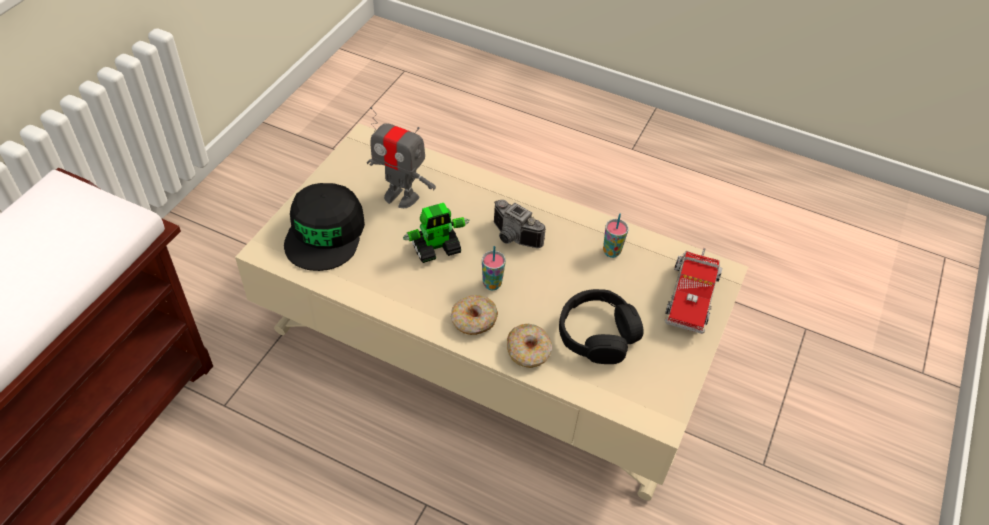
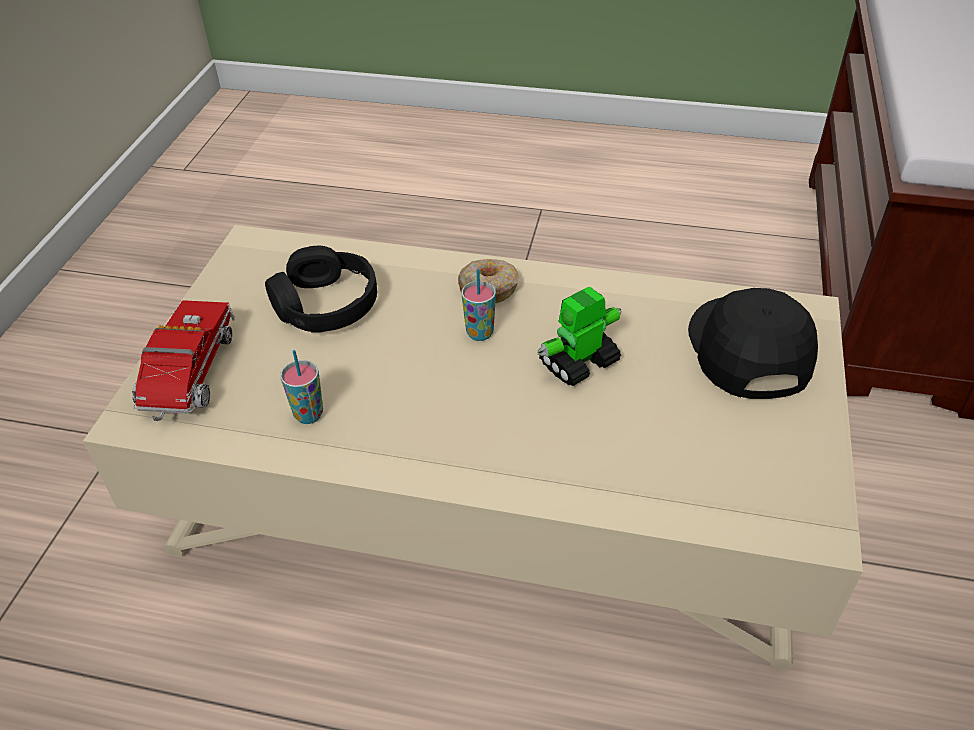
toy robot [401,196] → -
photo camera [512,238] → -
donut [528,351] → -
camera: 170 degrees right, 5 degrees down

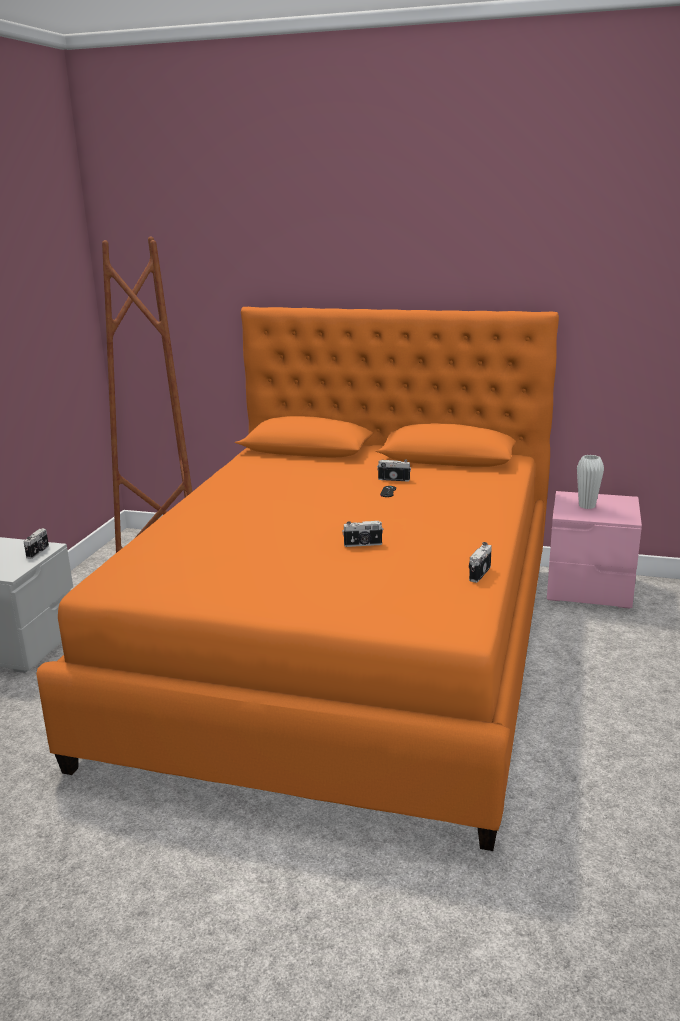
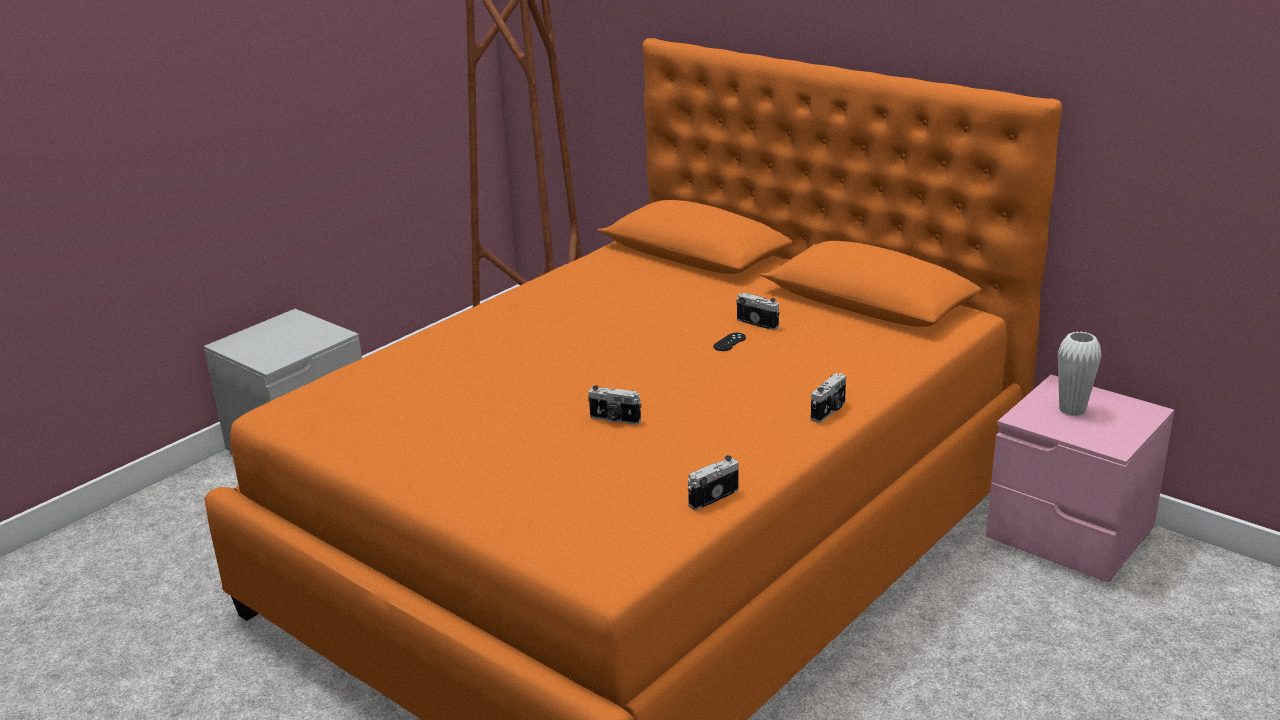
photo camera [39,552] → photo camera [829,411], moved
camera: 25 degrees right, 5 degrees up

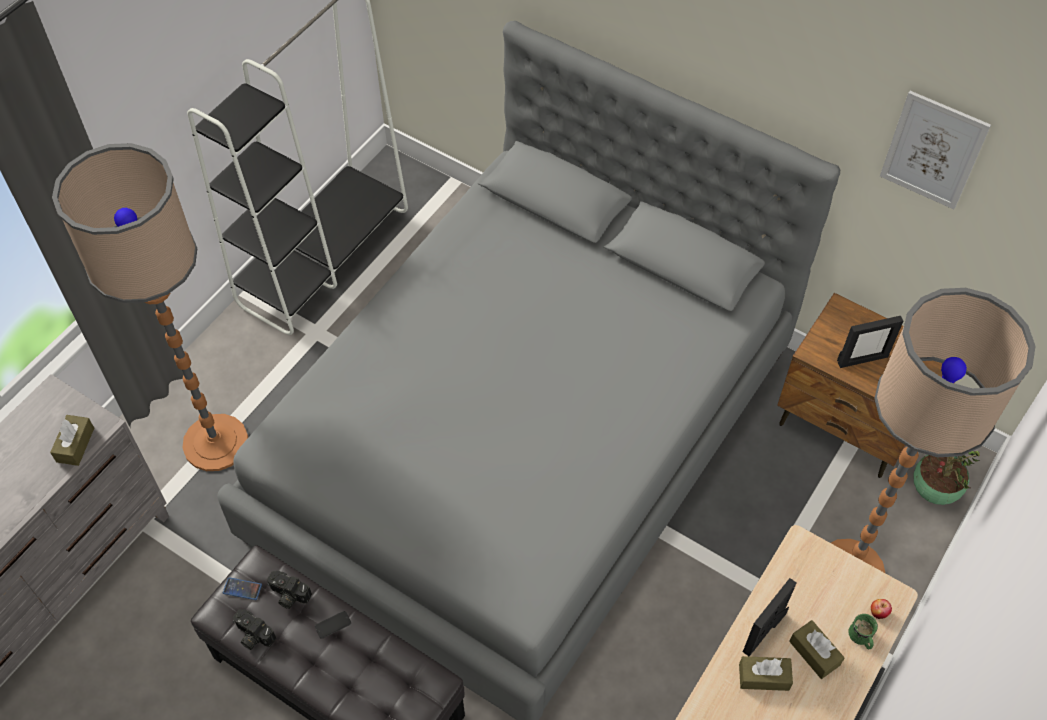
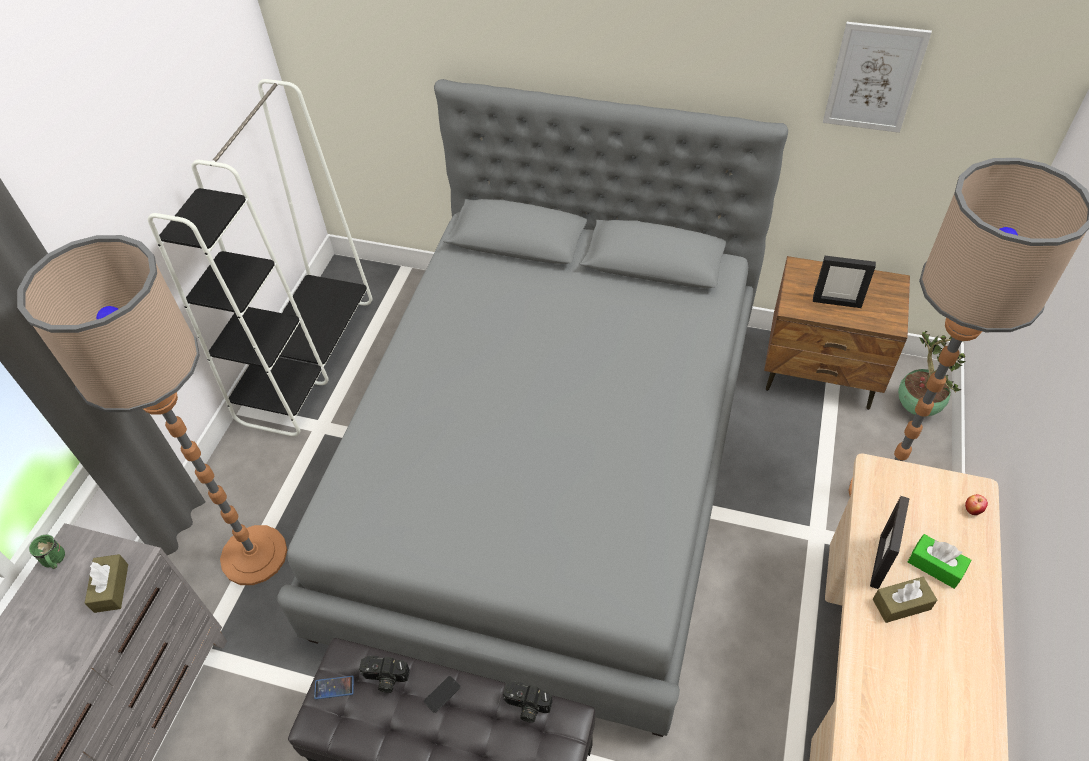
mug in green [861,638] → mug in green [54,561], moved
photo camera [252,635] → photo camera [526,707], moved
picture frame [862,359] → picture frame [837,302], 45 degrees clockwise
tissue box in brown [814,653] → tissue box in green [935,566]
camera: 15 degrees left, 5 degrees down

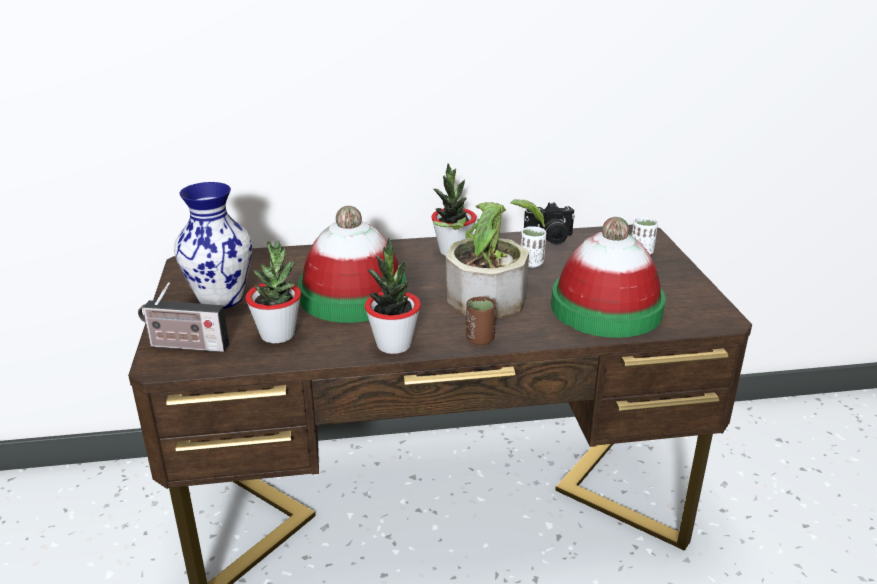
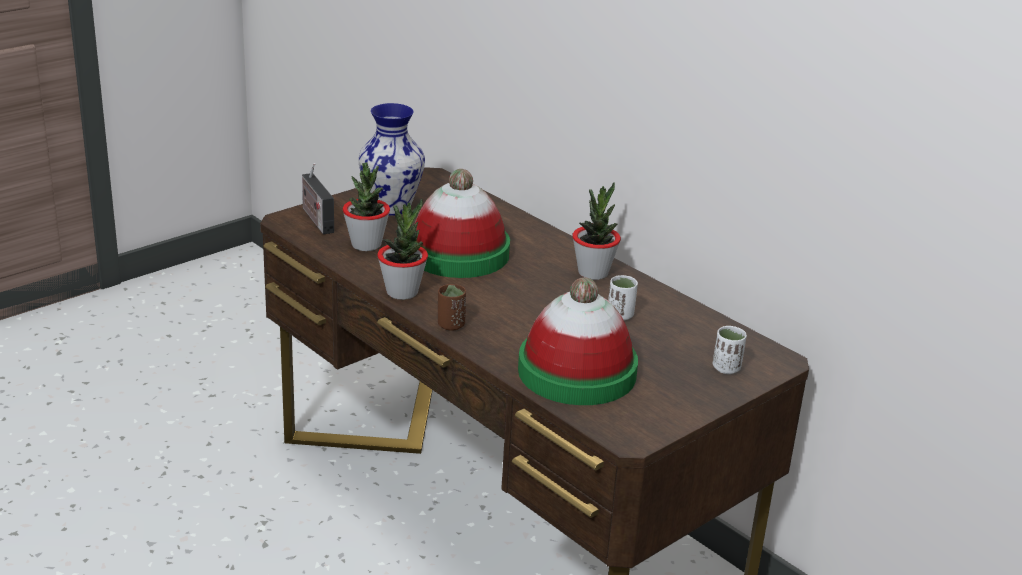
potted plant [487,293] → -
photo camera [549,238] → -
camera: 55 degrees right, 0 degrees up

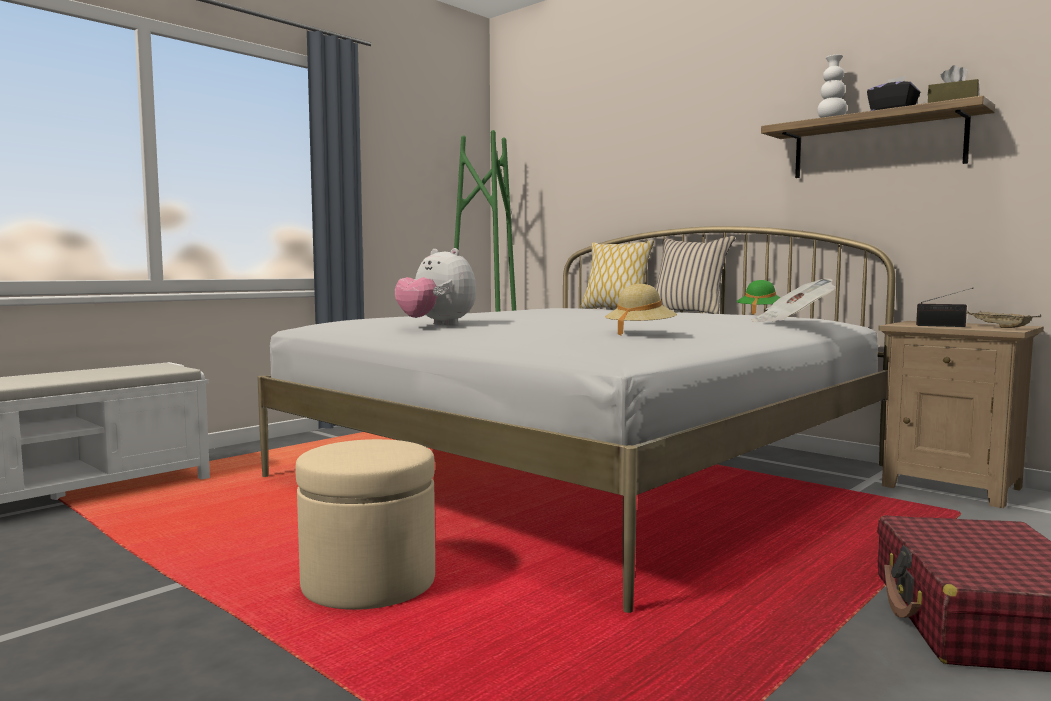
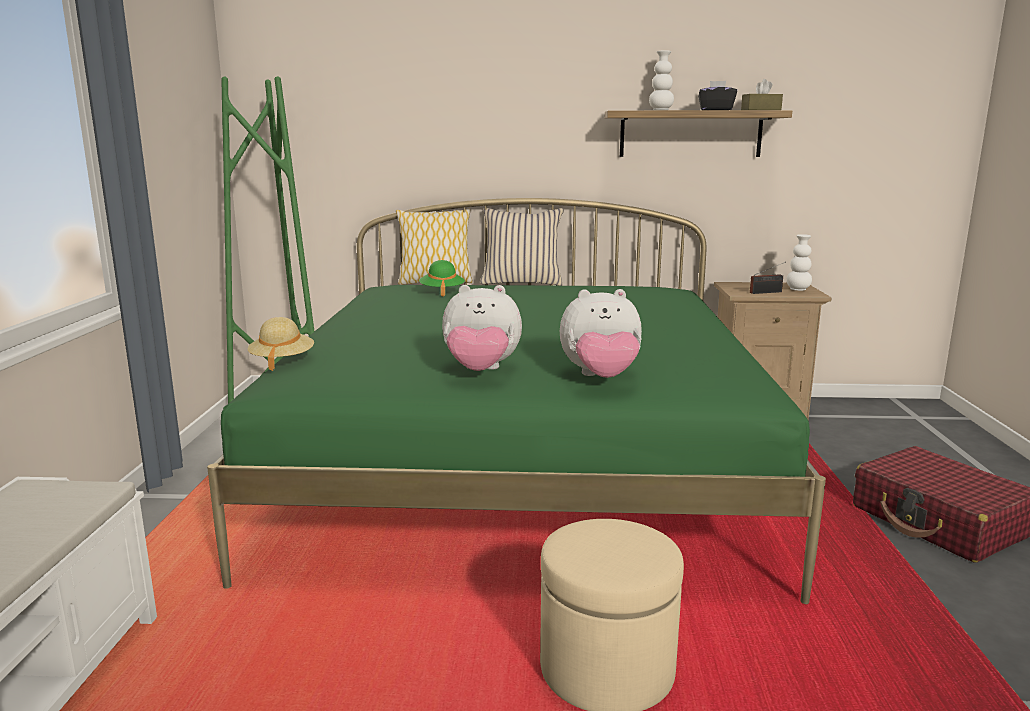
bed in white [584,471] → bed in green [523,467]
hat in beige [640,333] → hat in beige [282,361], moved
hat in green [760,313] → hat in green [442,292], moved
- → plush toy [601,377]
tray in beige [999,327] → vase in white [798,289]
newspaper [792,322] → -
camera: 40 degrees left, 10 degrees up

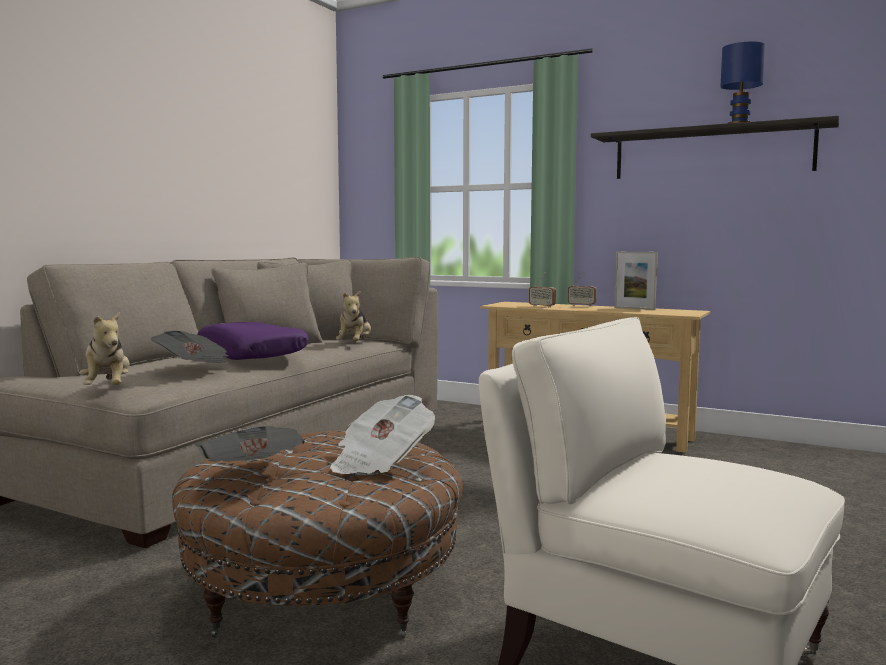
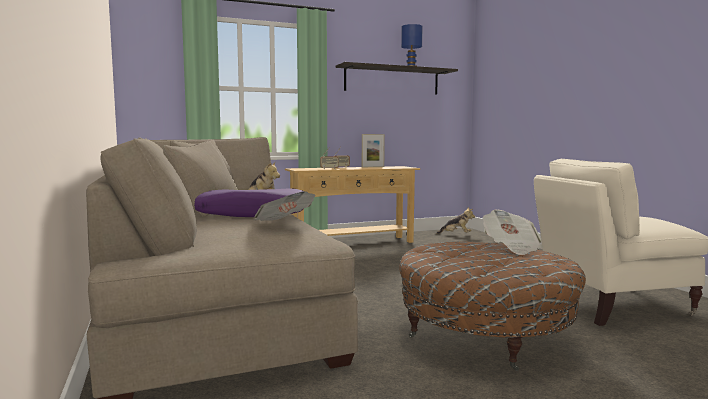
plush toy [108,389] → plush toy [456,235], moved
newspaper [252,474] → -
camera: 50 degrees left, 0 degrees up

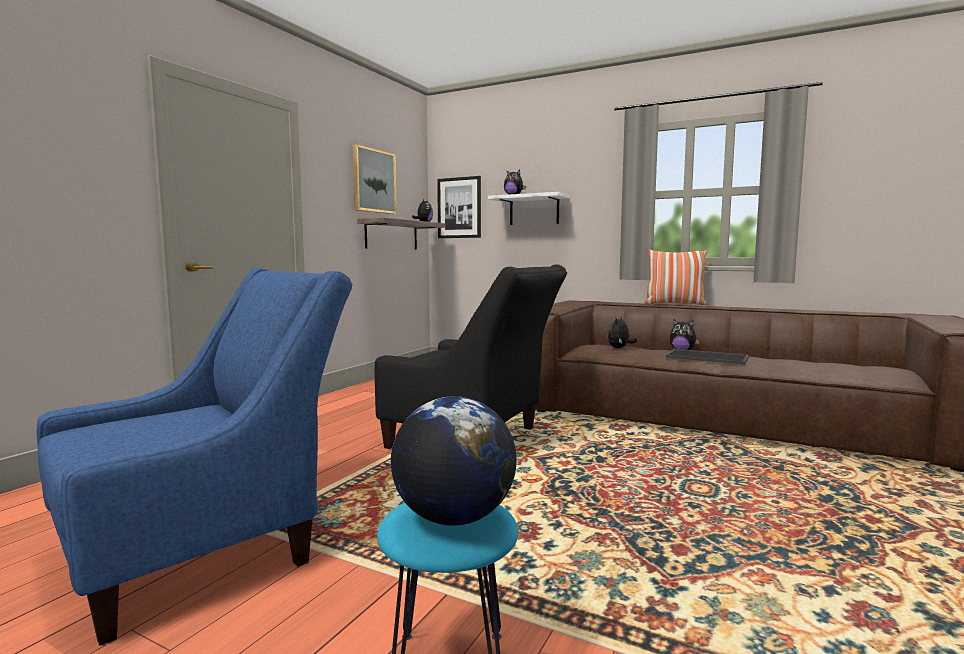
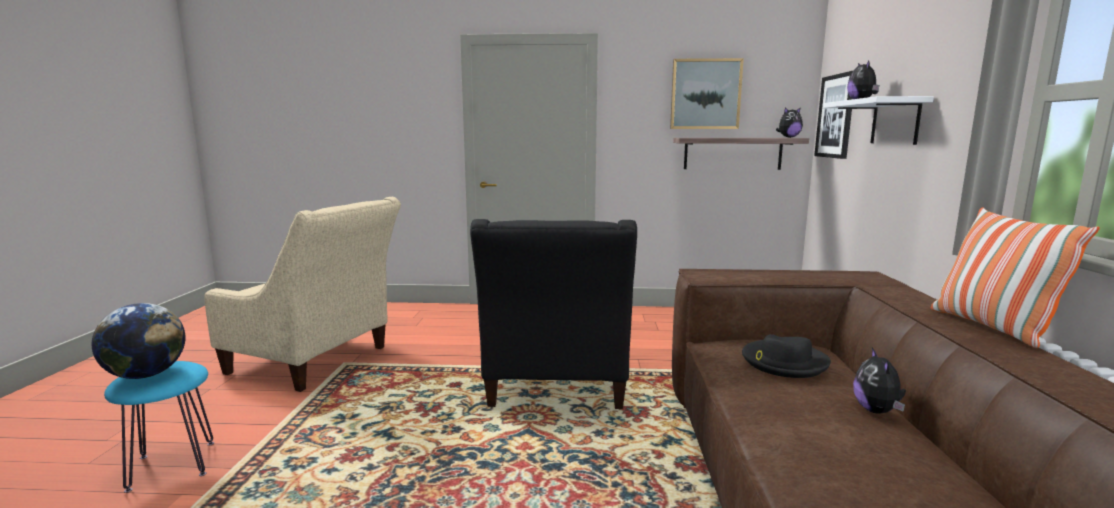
armchair in blue [206,548] → armchair in beige [317,362]
plush toy [619,348] → hat in black [783,362]
tray [708,357] → -
camera: 65 degrees right, 5 degrees up

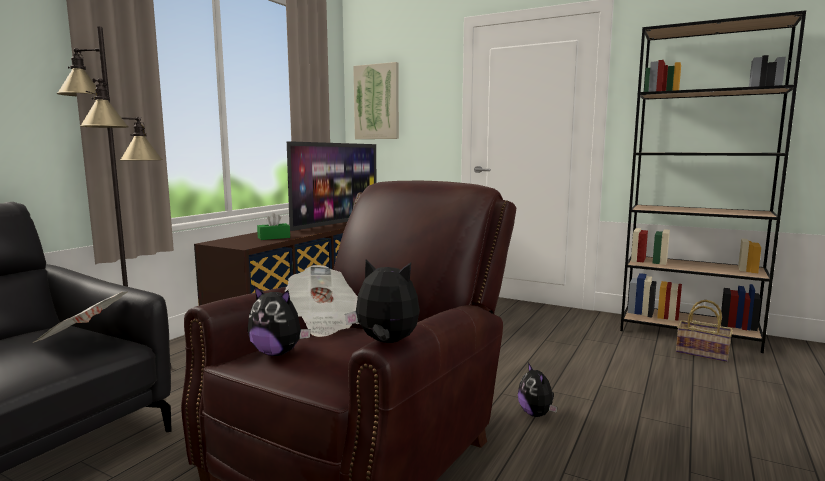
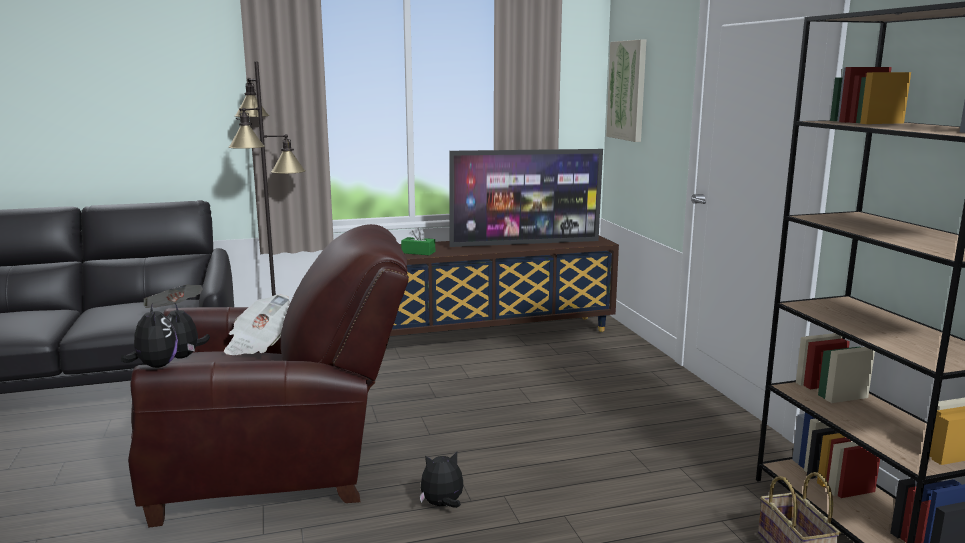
plush toy [536,414] → plush toy [442,505], 45 degrees clockwise
camera: 45 degrees right, 5 degrees up

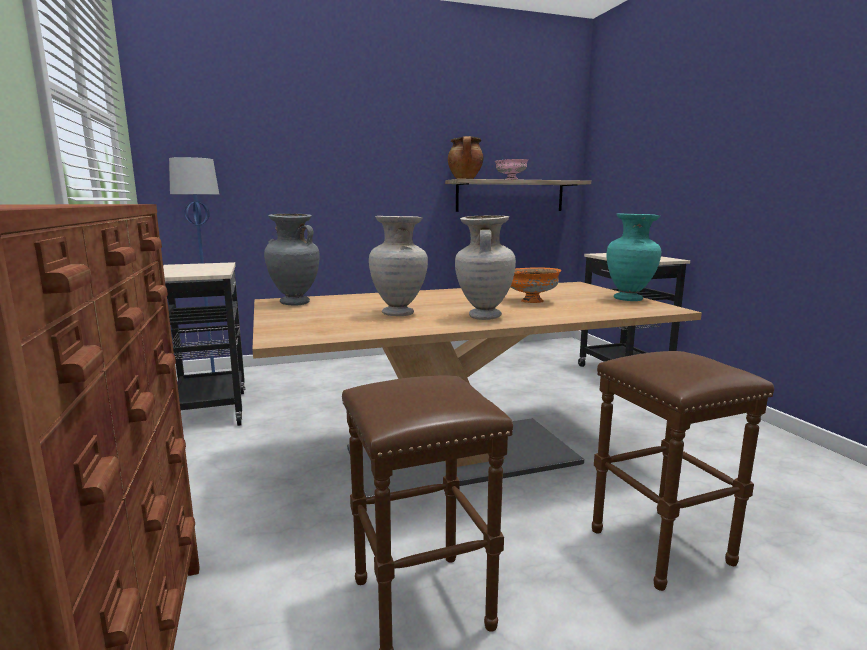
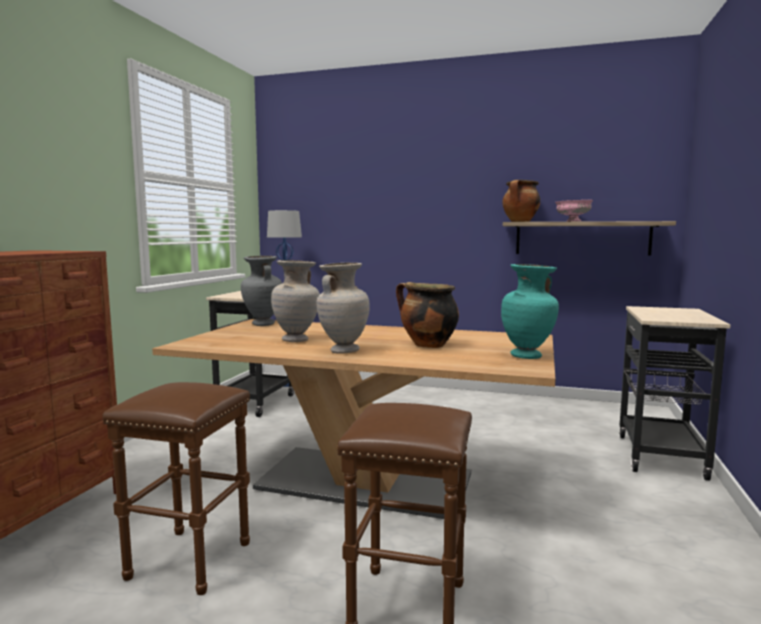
bowl in orange [531,301] → cooking pot [427,345]
camera: 35 degrees right, 5 degrees down

